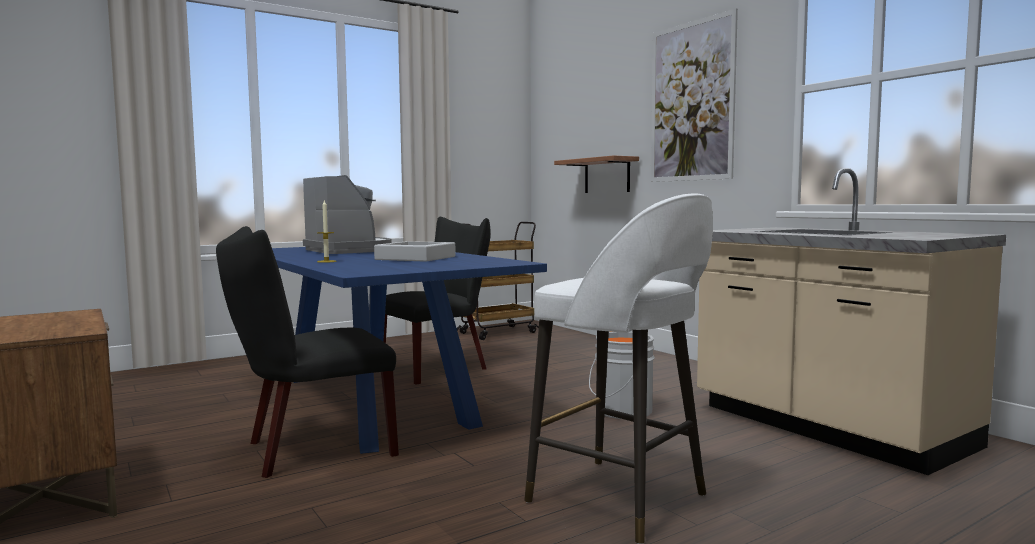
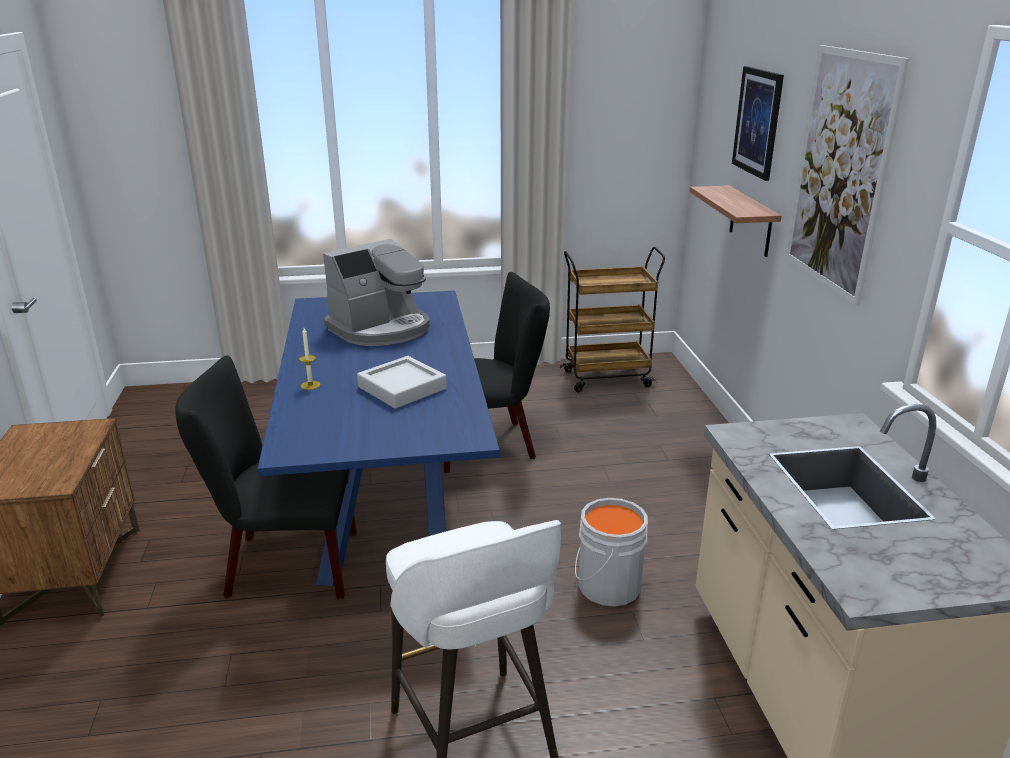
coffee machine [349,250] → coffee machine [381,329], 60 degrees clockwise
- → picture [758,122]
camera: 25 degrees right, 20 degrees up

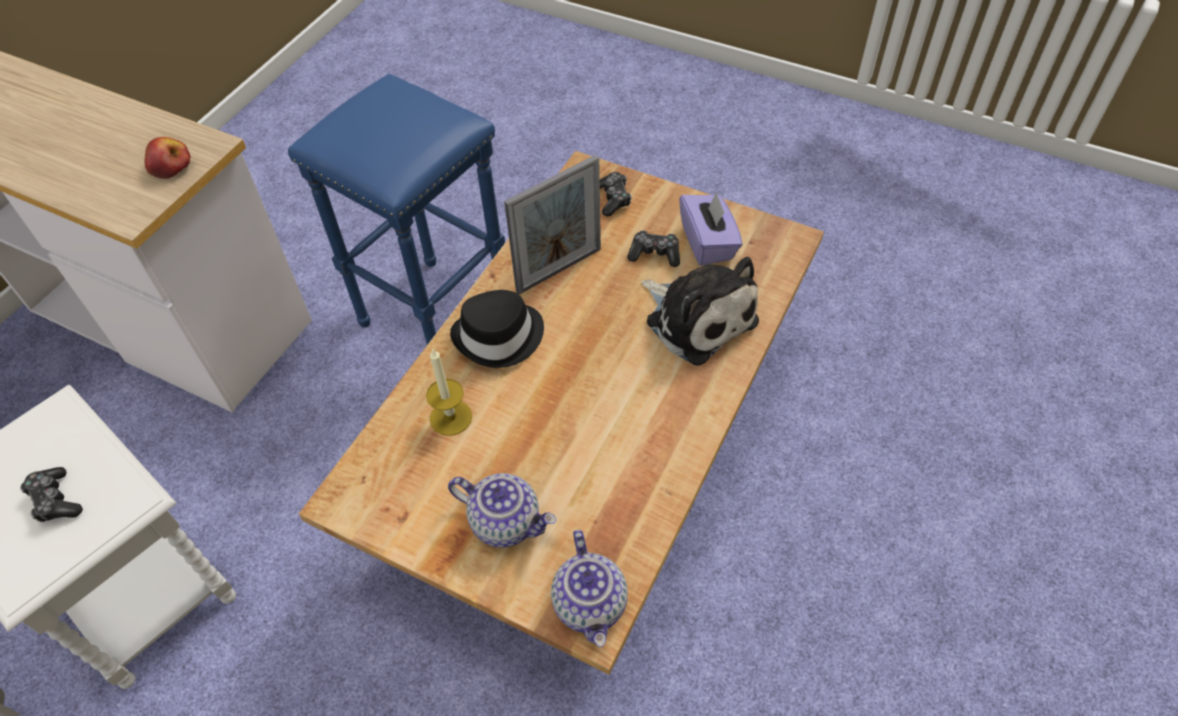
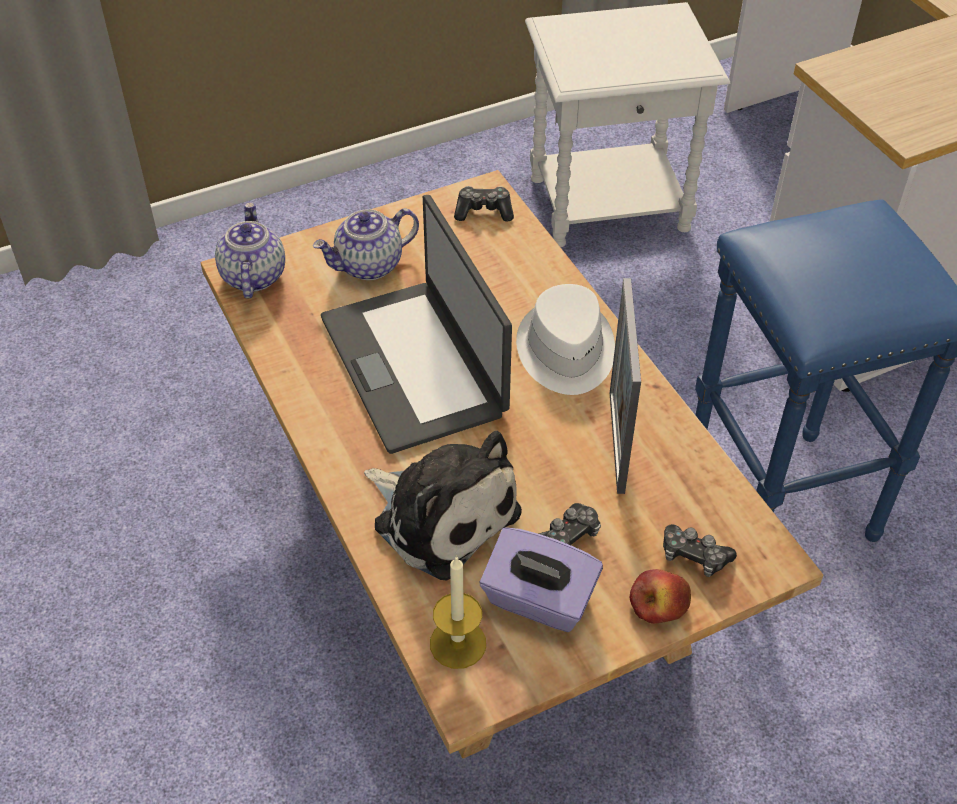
teapot [591,604] → teapot [252,276], 60 degrees clockwise
- → laptop [415,365]
plush toy [697,318] → plush toy [441,514], 135 degrees counterclockwise
candle [451,417] → candle [458,643], moved
game controller [55,500] → game controller [484,211], moved
hat in black [499,337] → hat in white [565,351]
apple [170,166] → apple [659,604], moved
camera: 125 degrees right, 5 degrees down

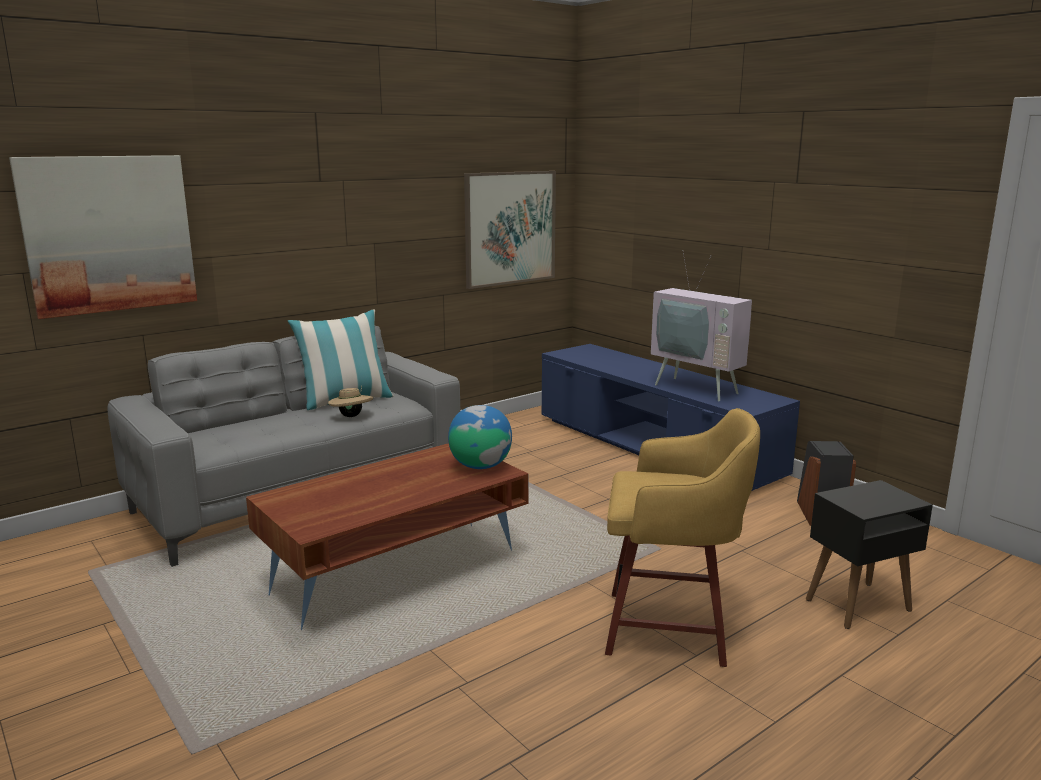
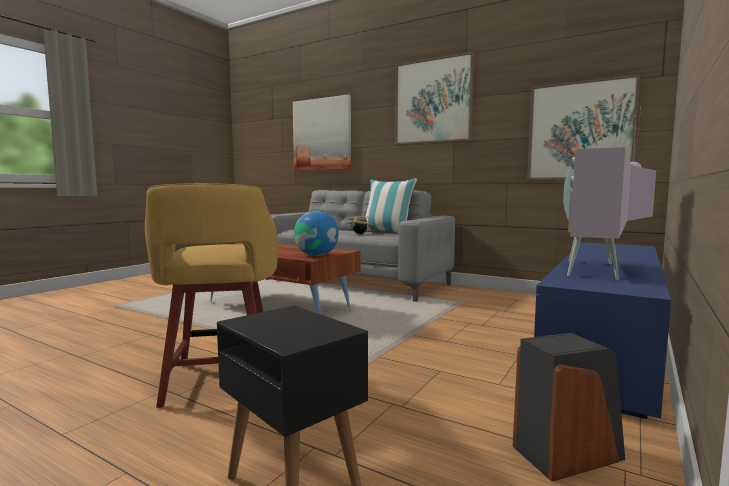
- → picture [433,101]
camera: 70 degrees right, 10 degrees down

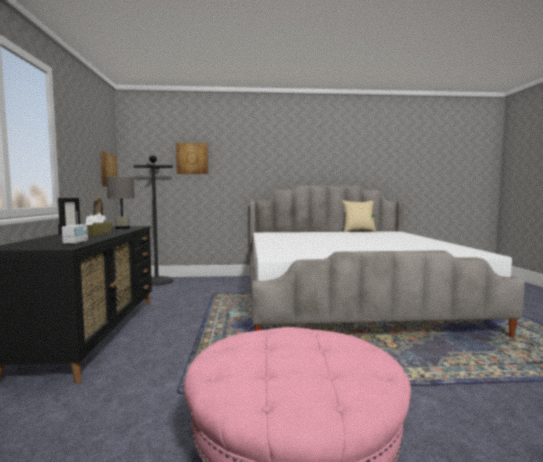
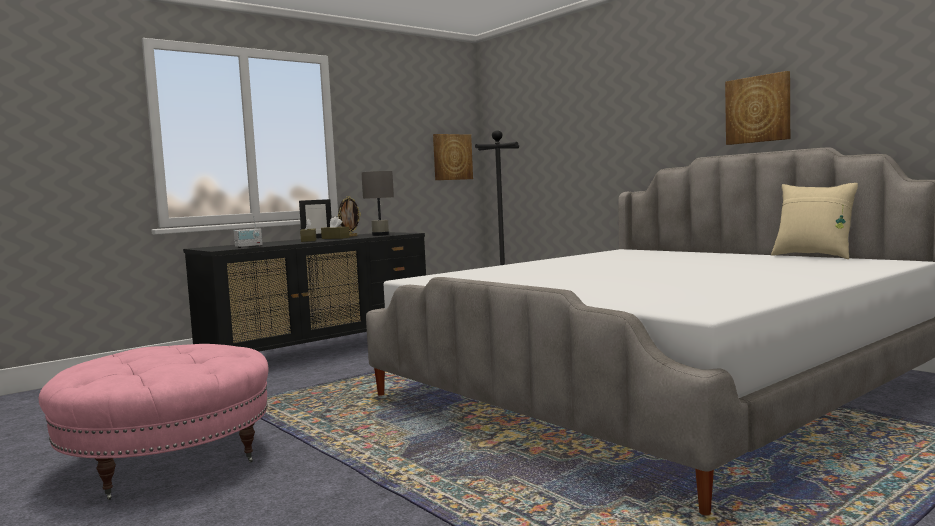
picture [192,158] → picture [758,109], moved
camera: 55 degrees right, 0 degrees up

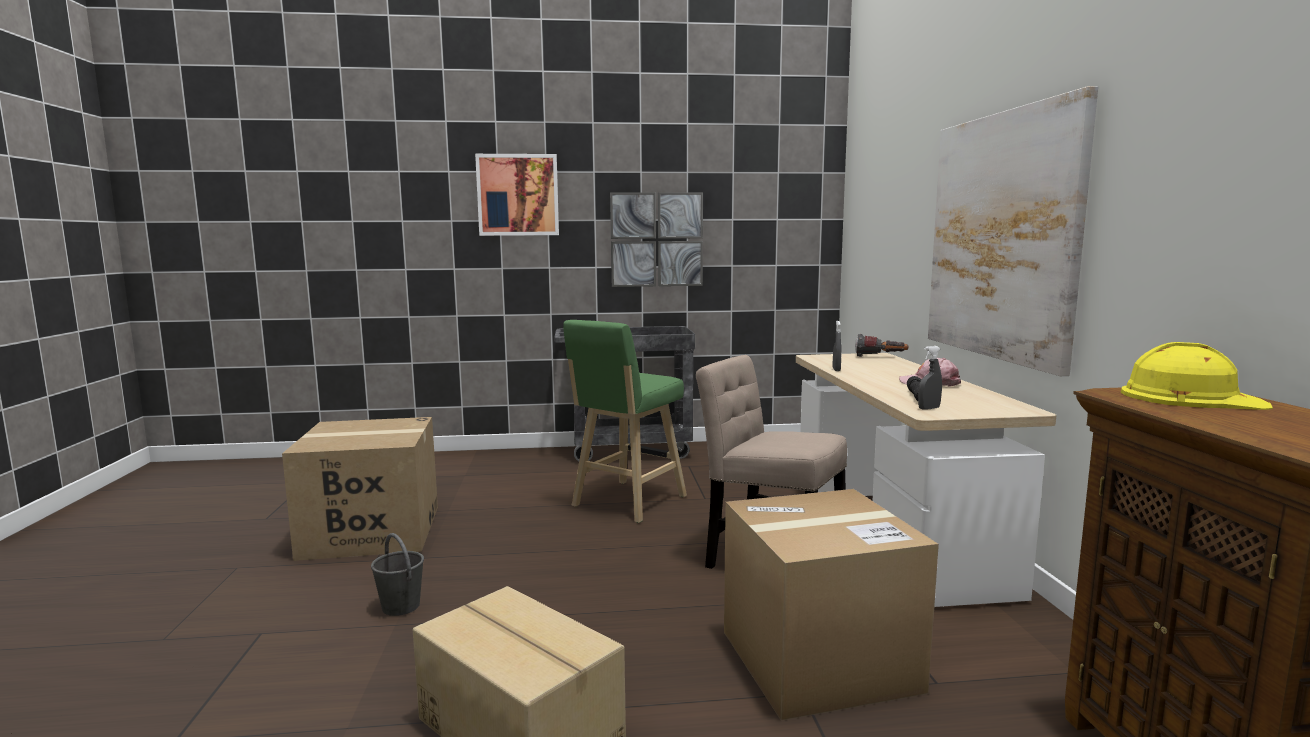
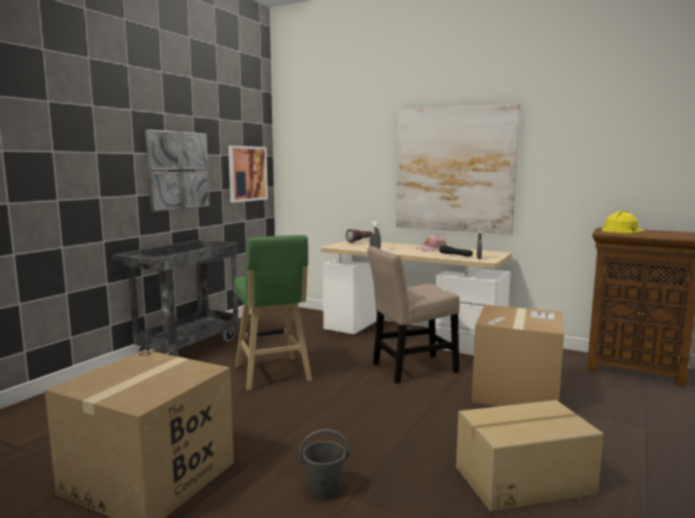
picture [518,195] → picture [247,173], moved
camera: 55 degrees left, 0 degrees up

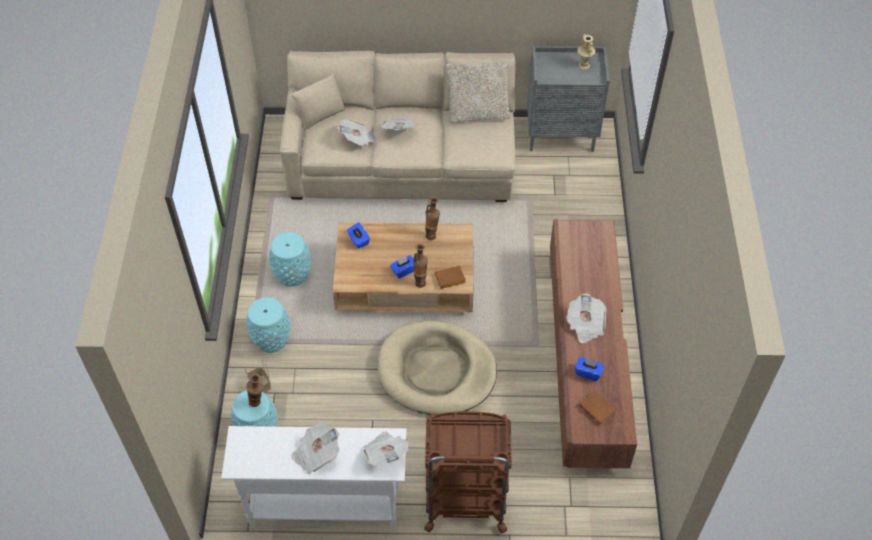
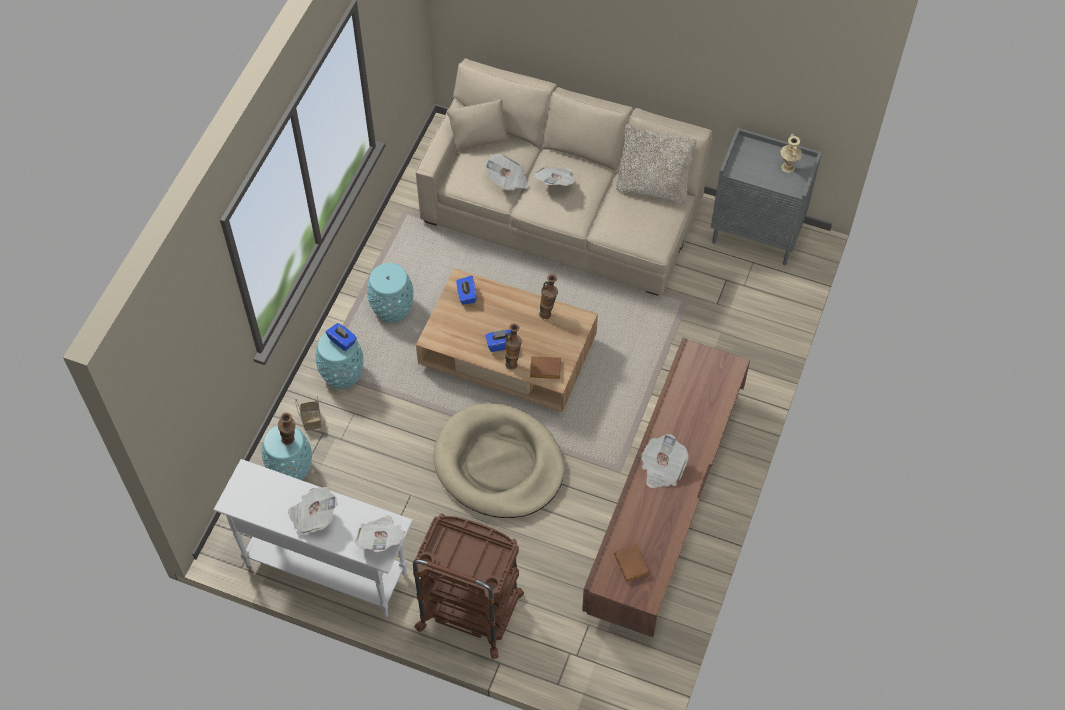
tissue box in blue [588,372] → tissue box in blue [342,341], moved
camera: 20 degrees right, 5 degrees up

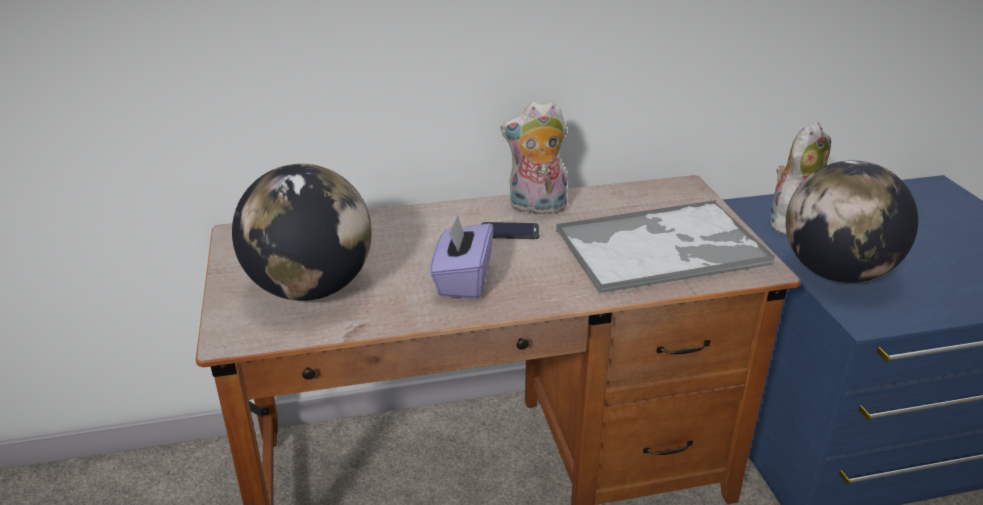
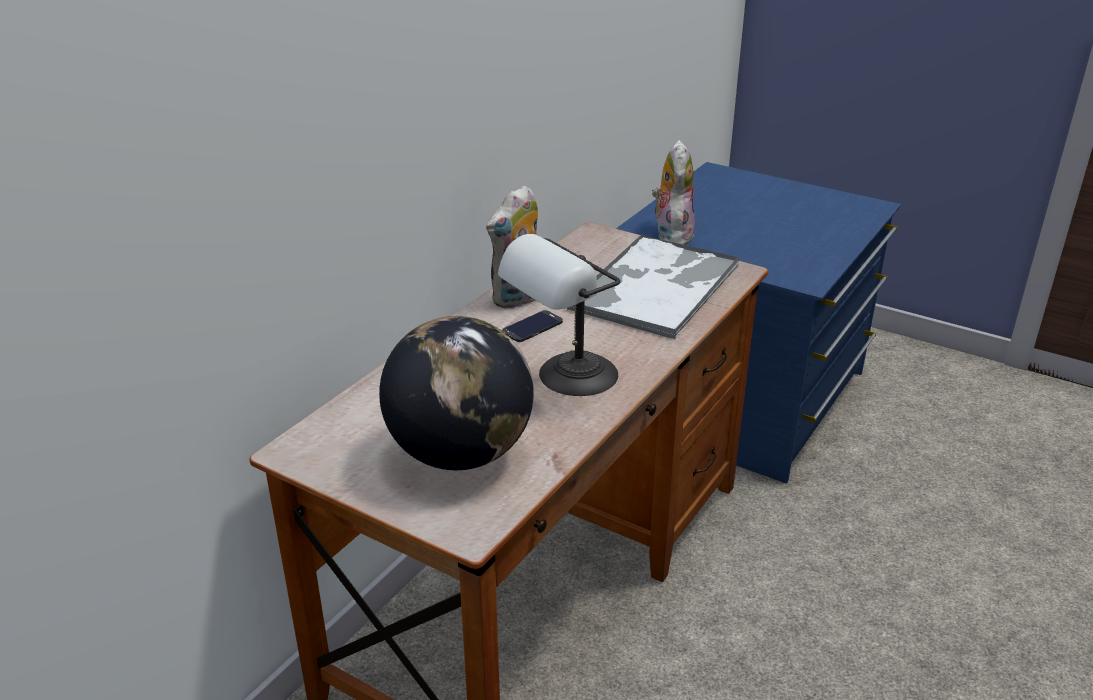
tissue box in purple [462,280] → table lamp [566,380]
globe [836,273] → -
camera: 45 degrees left, 0 degrees up

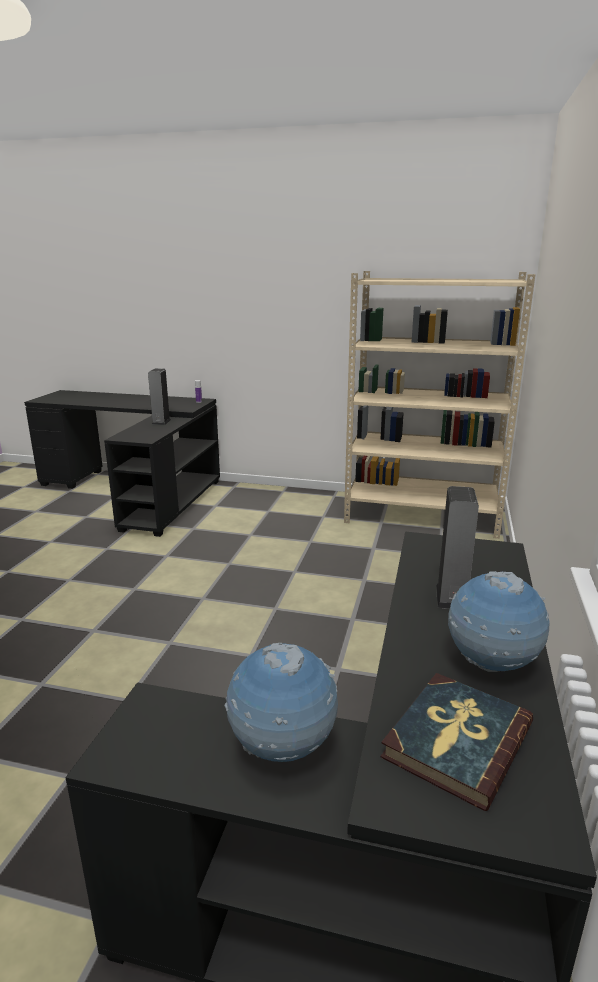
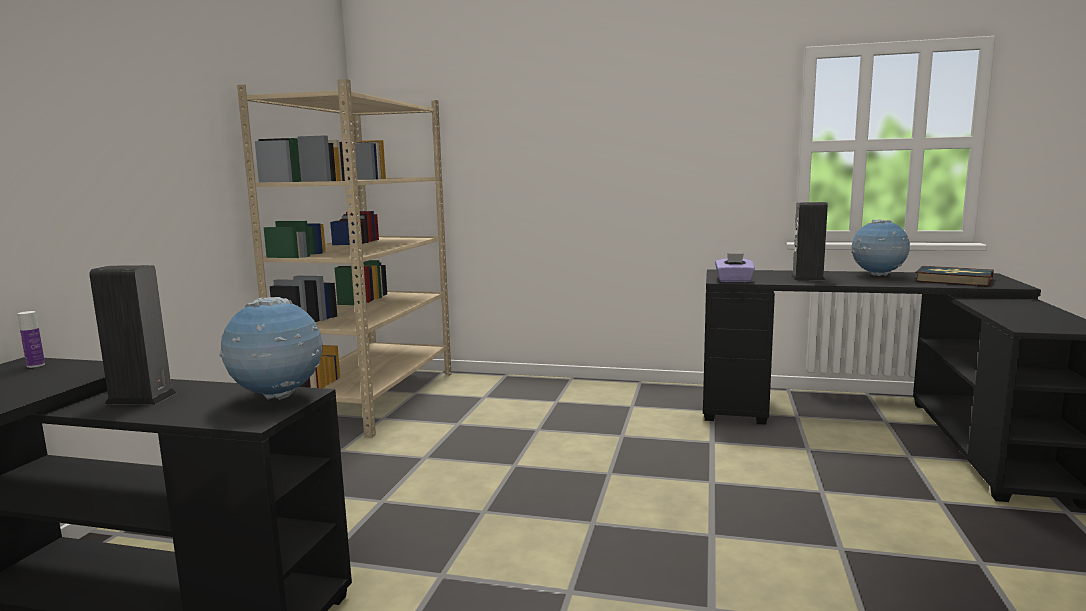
globe [282,749] → globe [277,397], moved
- → tissue box in purple [734,281]
camera: 90 degrees left, 10 degrees down

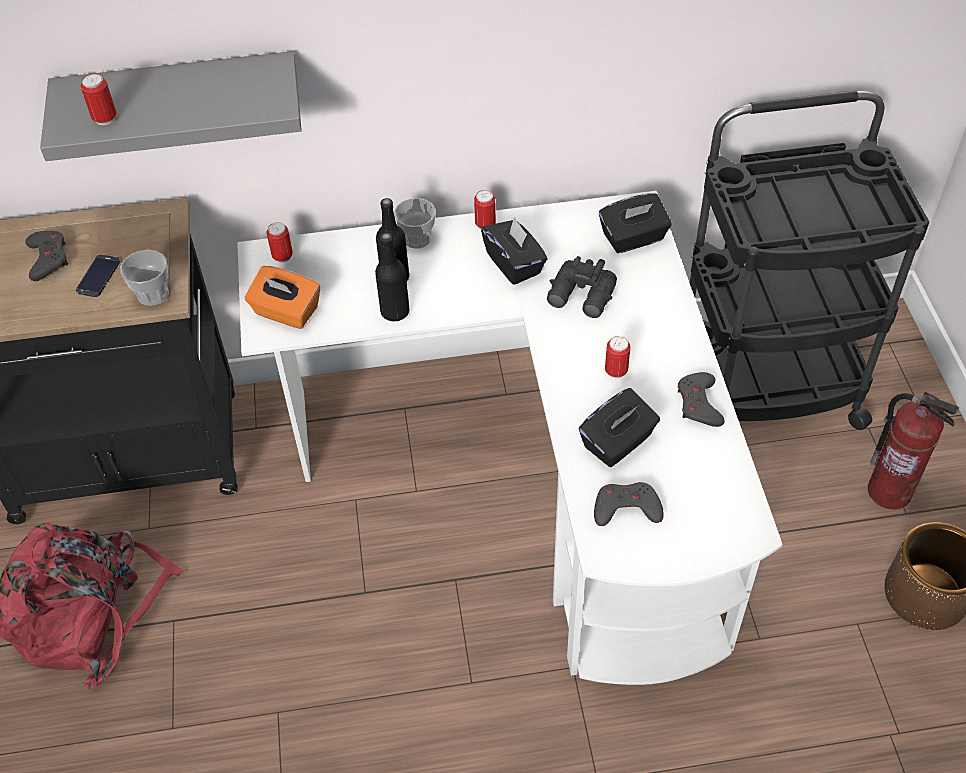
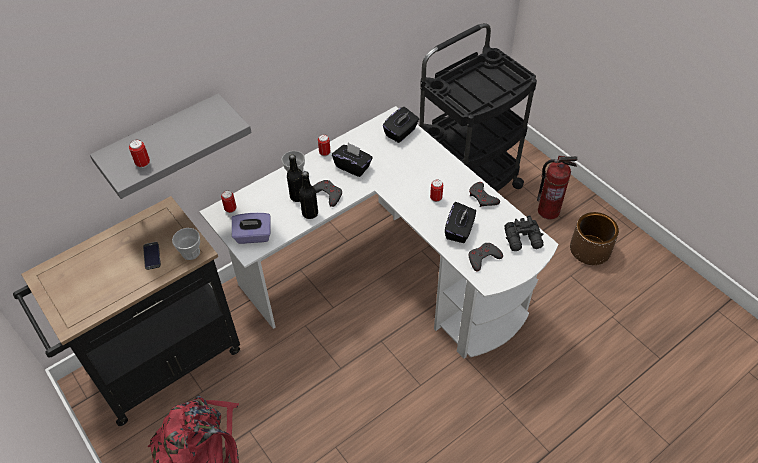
tissue box in orange [286,312] → tissue box in purple [253,236]
game controller in grey [48,258] → game controller in grey [328,194], moved
binoculars in black [582,297] → binoculars in black [523,240], moved
camera: 30 degrees left, 0 degrees up

